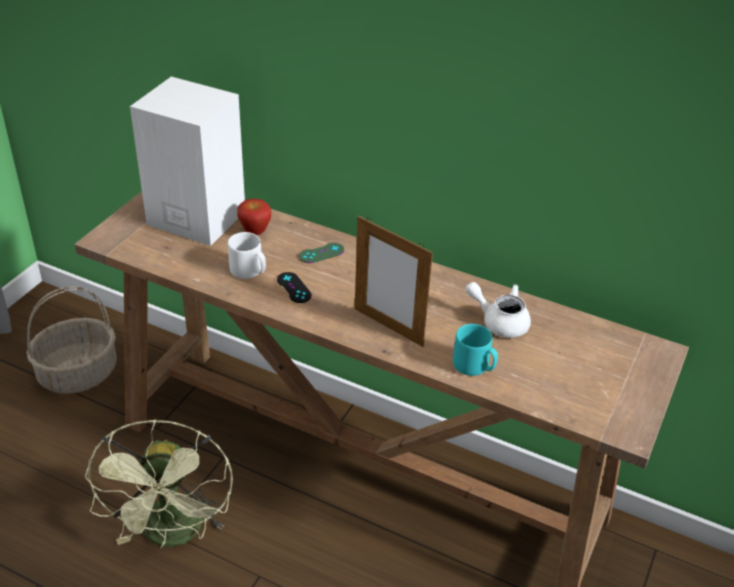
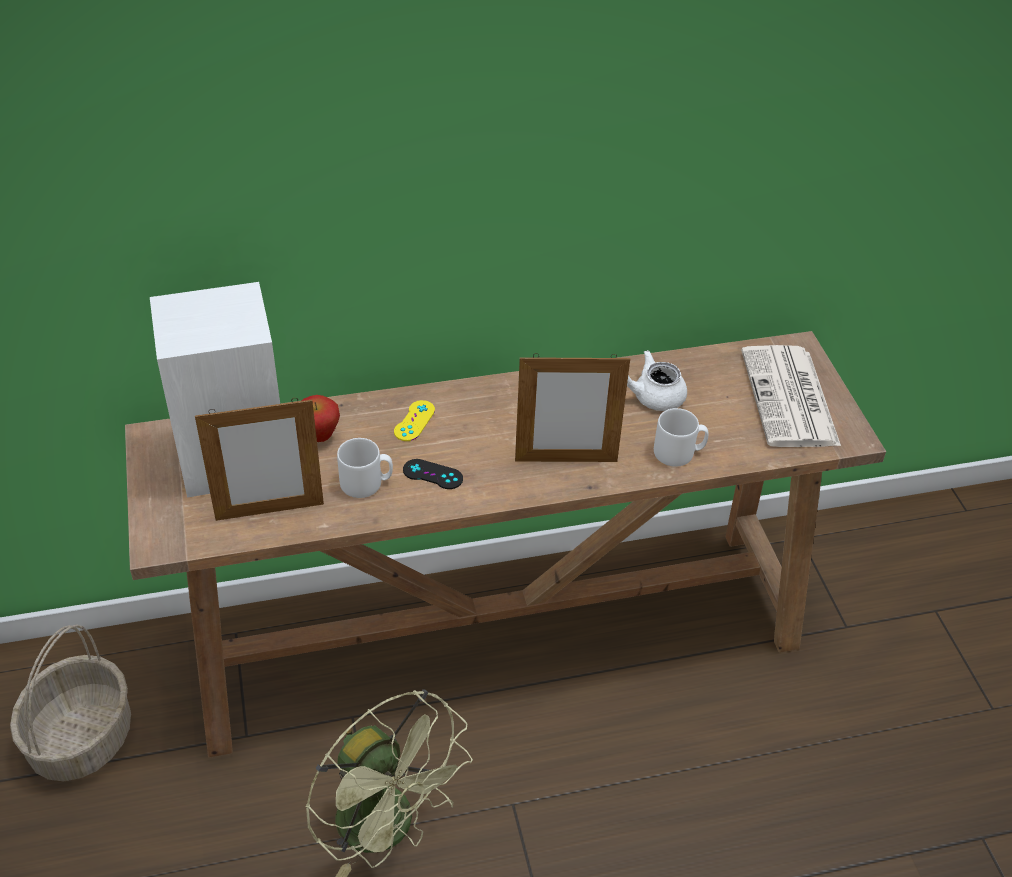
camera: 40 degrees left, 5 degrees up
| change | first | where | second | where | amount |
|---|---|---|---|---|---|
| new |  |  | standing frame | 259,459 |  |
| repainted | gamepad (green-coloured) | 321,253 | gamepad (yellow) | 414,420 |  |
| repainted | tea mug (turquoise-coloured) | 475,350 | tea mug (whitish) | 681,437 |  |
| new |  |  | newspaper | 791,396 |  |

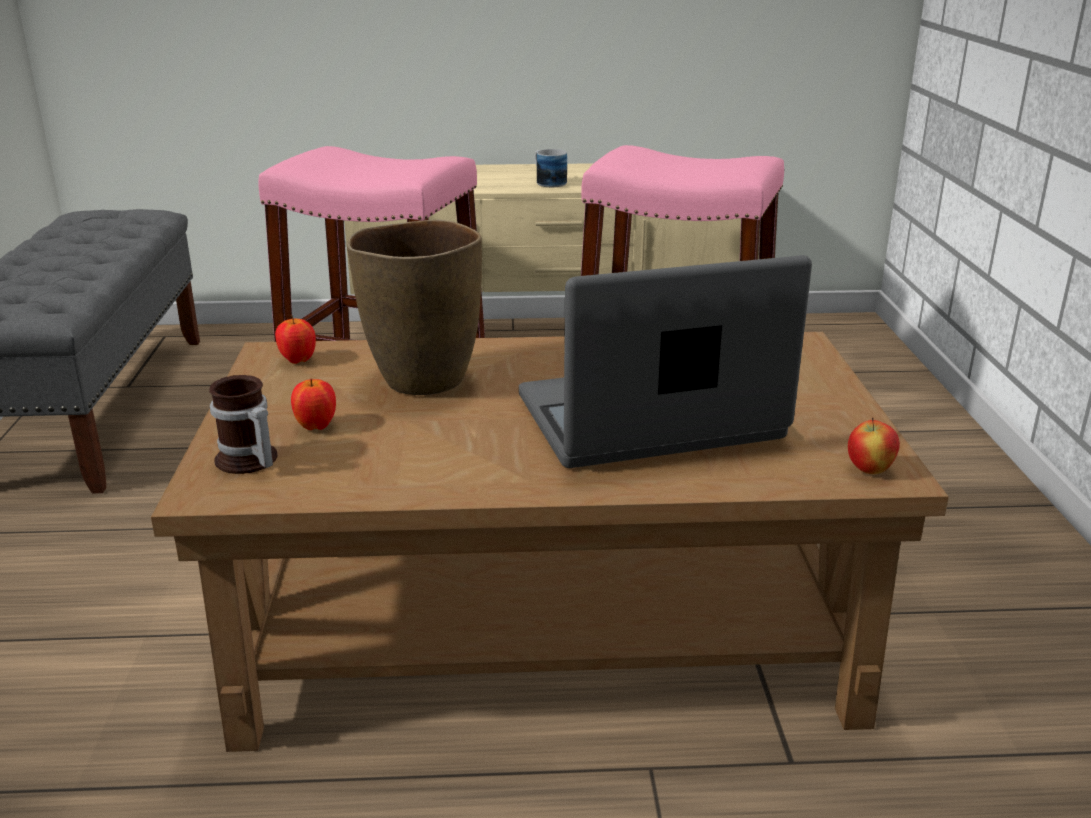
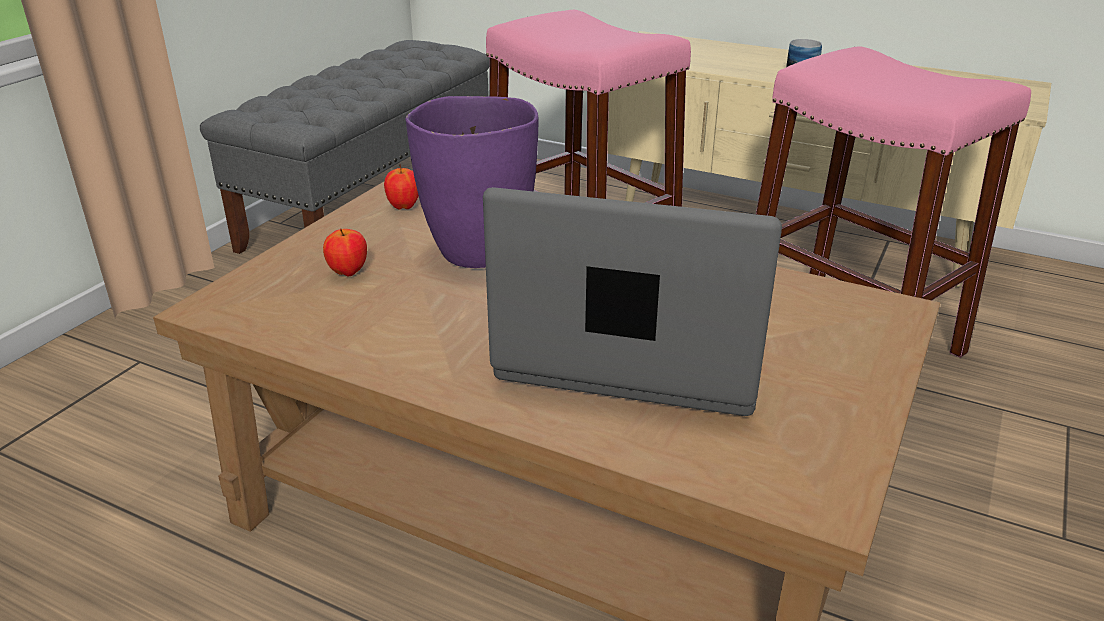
camera: 30 degrees right, 5 degrees up
| change | first | where | second | where | amount |
|---|---|---|---|---|---|
| repainted | flower vase (brown-coloured) | 414,307 | flower vase (purple) | 472,182 |  |
| gone | tea mug | 243,424 |  |  |  |
| gone | apple | 874,445 |  |  |  |

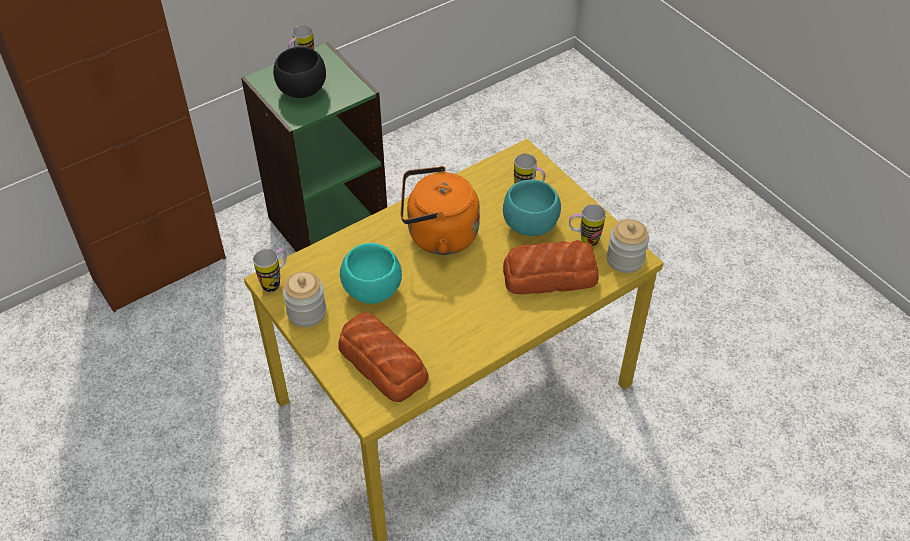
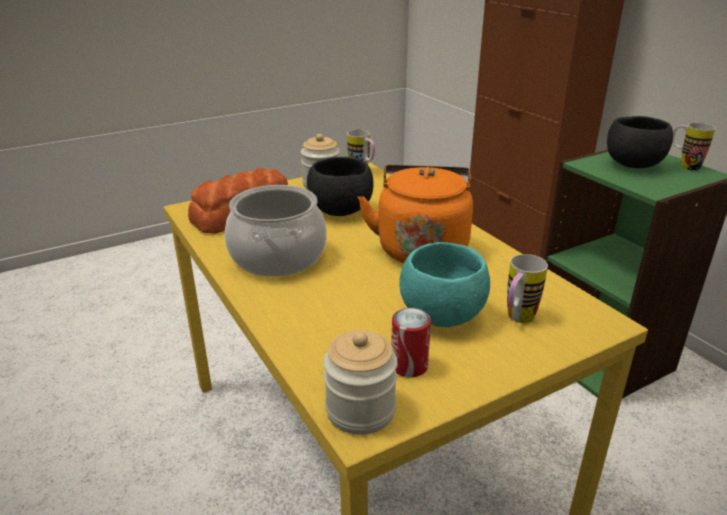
camera: 95 degrees right, 20 degrees down
| change | first | where | second | where | amount |
|---|---|---|---|---|---|
| new |  |  | cooking pot | 276,231 |  |
| repainted | bowl (turquoise-coloured) | 371,273 | bowl (blackish) | 340,186 |  |
| swapped | tea mug | 587,225 | metal can | 411,343 |  |
| gone | bakery bread | 551,267 |  |  |  |

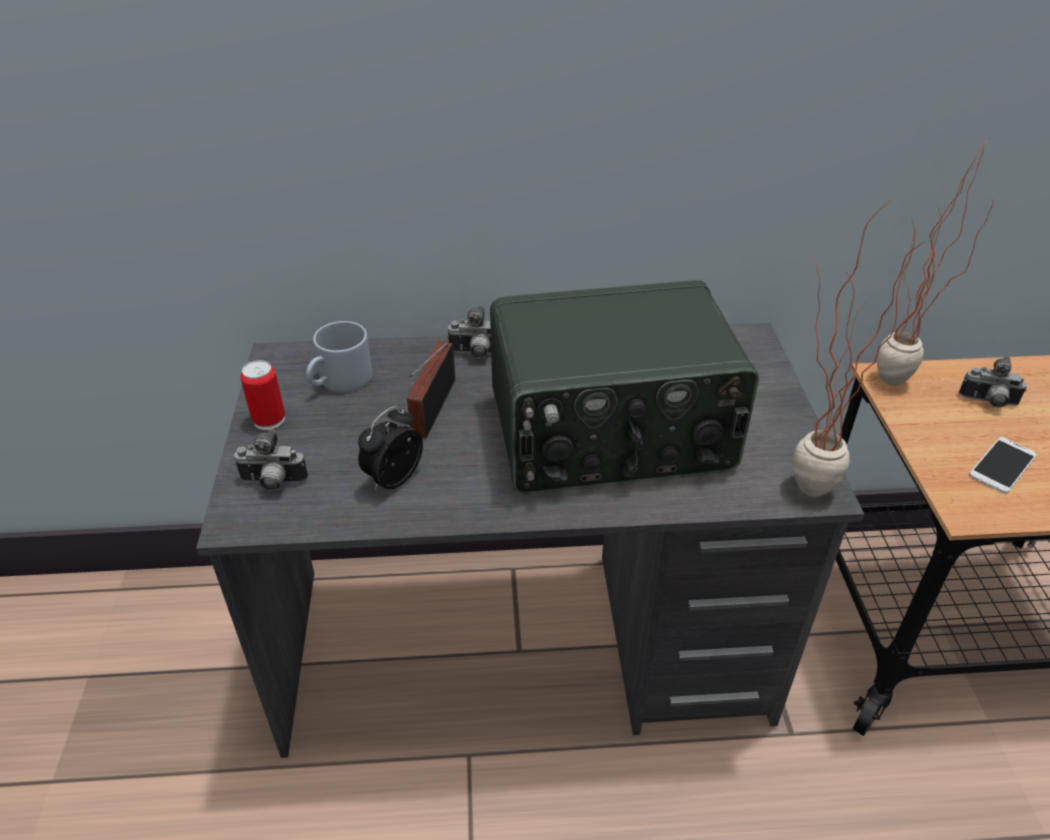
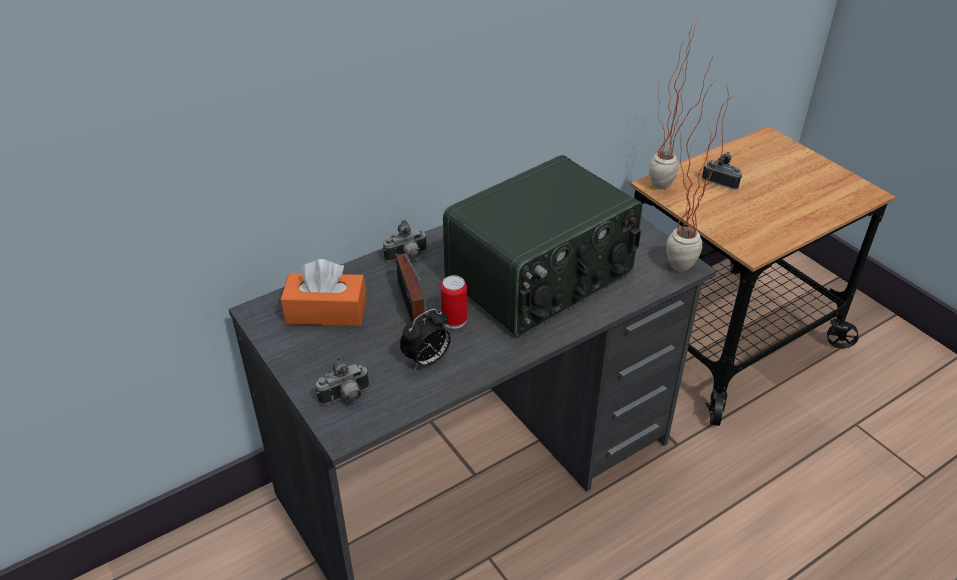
camera: 30 degrees left, 0 degrees up
| change | first | where | second | where | amount |
|---|---|---|---|---|---|
| swapped | tea mug (gray) | 339,356 | tissue box (orangey) | 323,292 |  |
| rotated | alarm clock | 390,448 |  | 425,339 | 135 degrees counterclockwise |
| shifted | metal can | 263,395 |  | 454,302 |  |
| rotated | still camera | 993,382 |  | 722,170 | 135 degrees counterclockwise |
| gone | handset | 1003,465 |  |  |  |

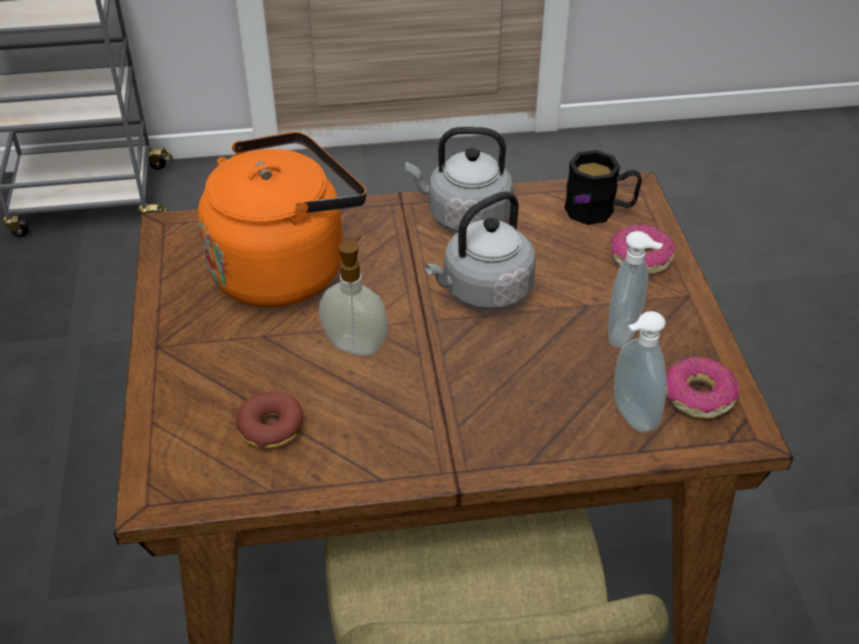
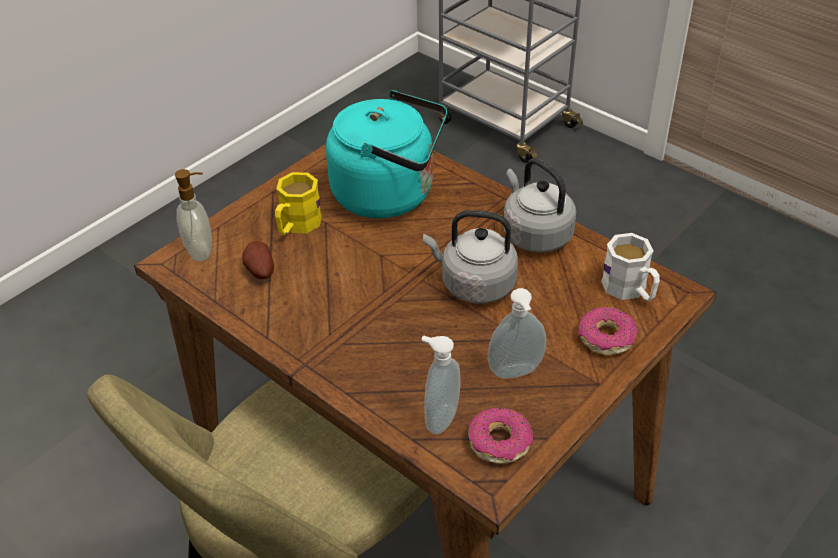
camera: 50 degrees right, 0 degrees up
| change | first | where | second | where | amount |
|---|---|---|---|---|---|
| shifted | liquid soap bottle | 353,296 |  | 193,215 |  |
| swapped | donut | 269,420 | whole potato | 258,260 |  |
| new |  |  | tea mug (yellow) | 298,203 |  |
| repainted | kettle (orangey) | 282,219 | kettle (turquoise-coloured) | 386,154 |  |
| repainted | tea mug (blackish) | 603,187 | tea mug (whitish) | 630,267 |  |

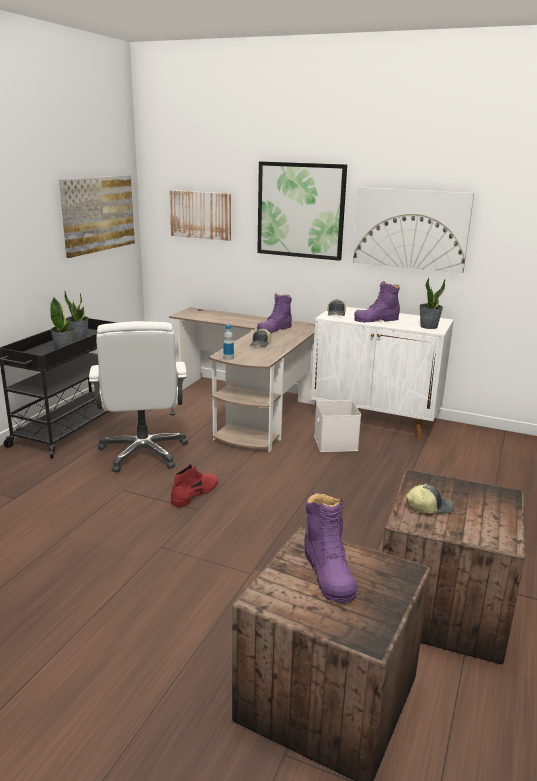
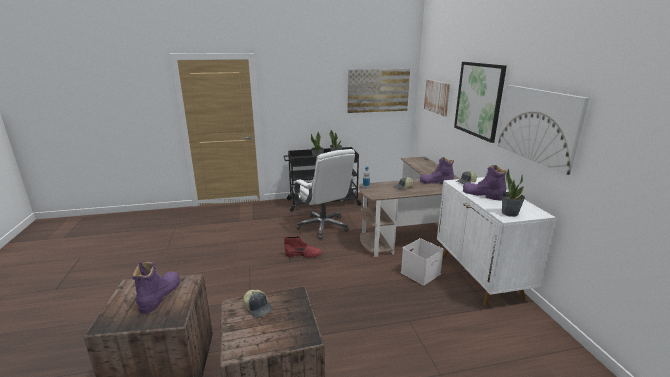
camera: 55 degrees right, 0 degrees up
| change | first | where | second | where | amount |
|---|---|---|---|---|---|
| rotated | boot (purple) | 331,547 |  | 156,287 | 150 degrees clockwise |
| rotated | desk chair (whitish) | 138,397 |  | 324,194 | 75 degrees counterclockwise |

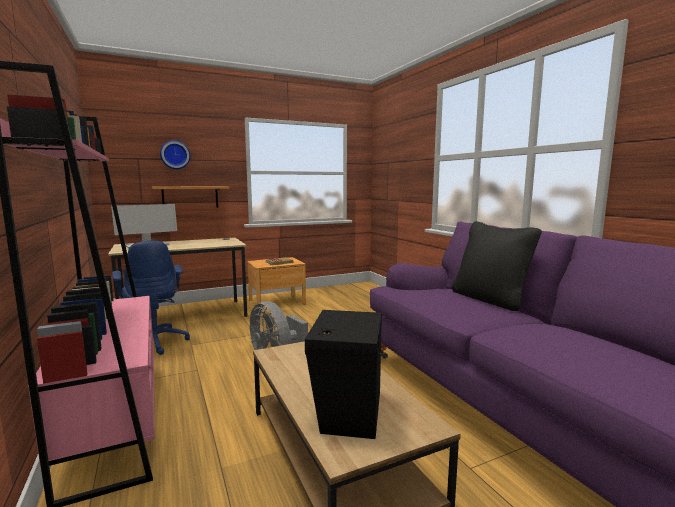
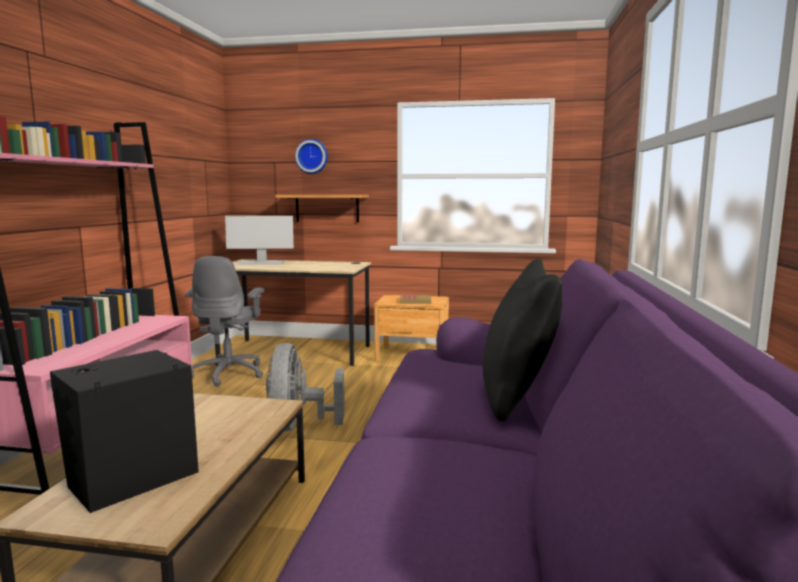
camera: 35 degrees right, 0 degrees up
| change | first | where | second | where | amount |
|---|---|---|---|---|---|
| repainted | desk chair (bluish) | 151,298 | desk chair (gray) | 224,321 |  |

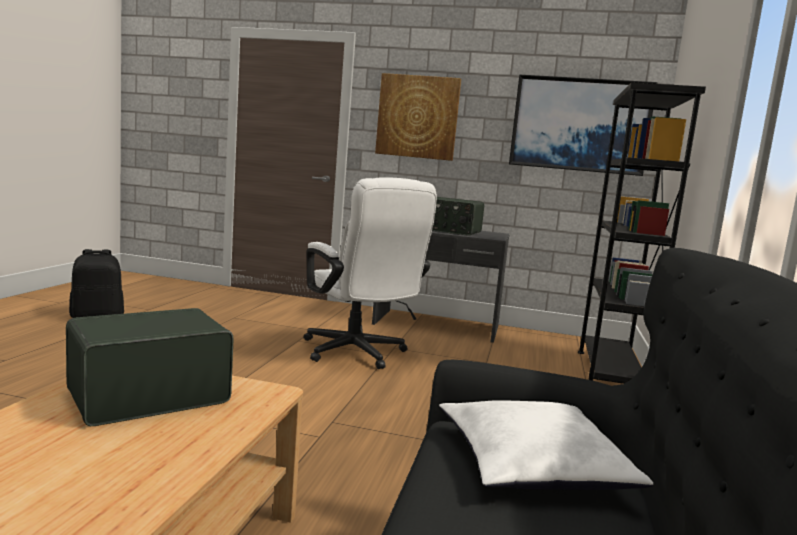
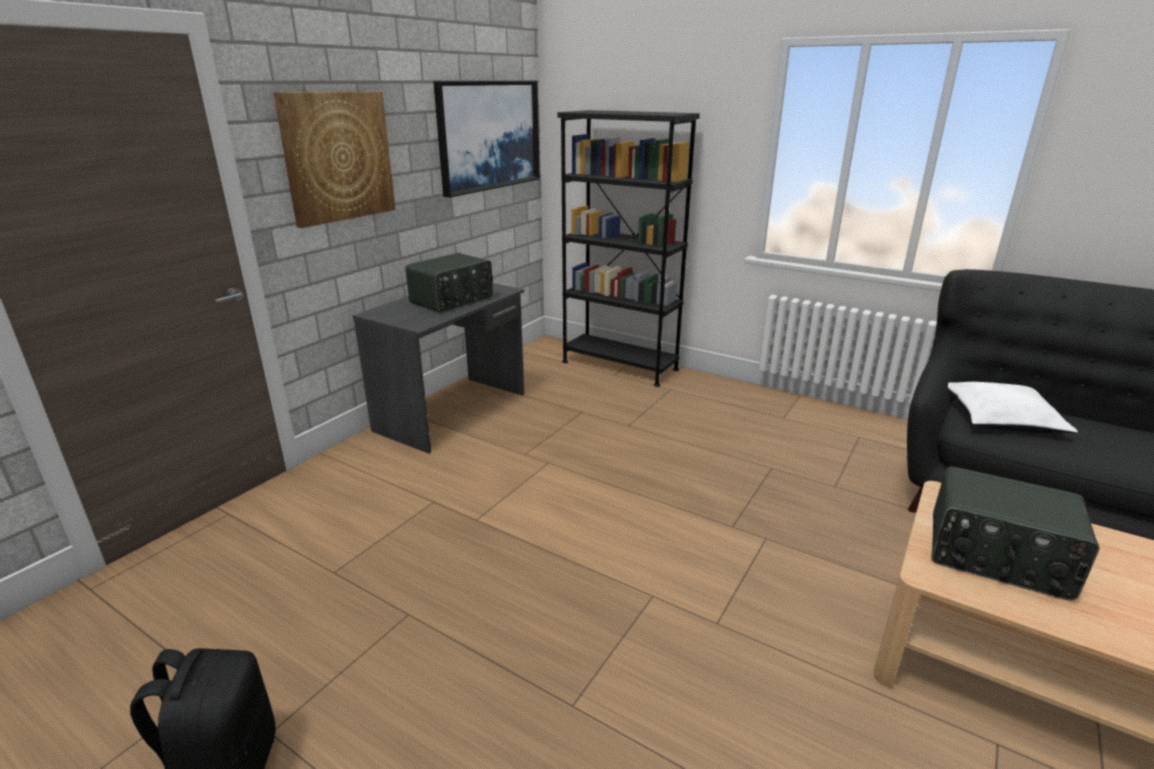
camera: 70 degrees left, 15 degrees up
| change | first | where | second | where | amount |
|---|---|---|---|---|---|
| rotated | radio | 149,367 |  | 1015,534 | 45 degrees counterclockwise |
| gone | desk chair (whitish) | 370,273 |  |  |  |

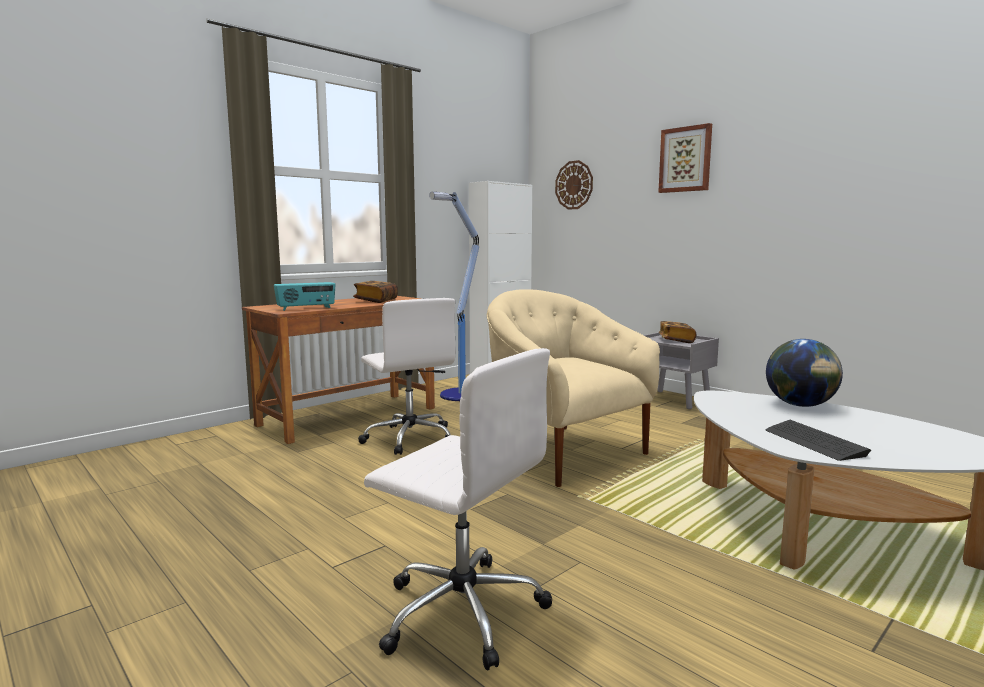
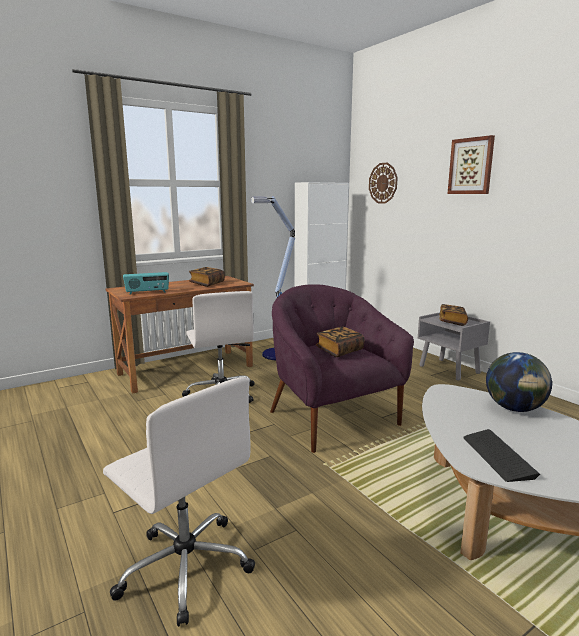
camera: 10 degrees right, 5 degrees up
| change | first | where | second | where | amount |
|---|---|---|---|---|---|
| repainted | easy chair (sand-coloured) | 573,388 | easy chair (purple) | 342,369 |  |
| new |  |  | volume | 340,341 |  |

